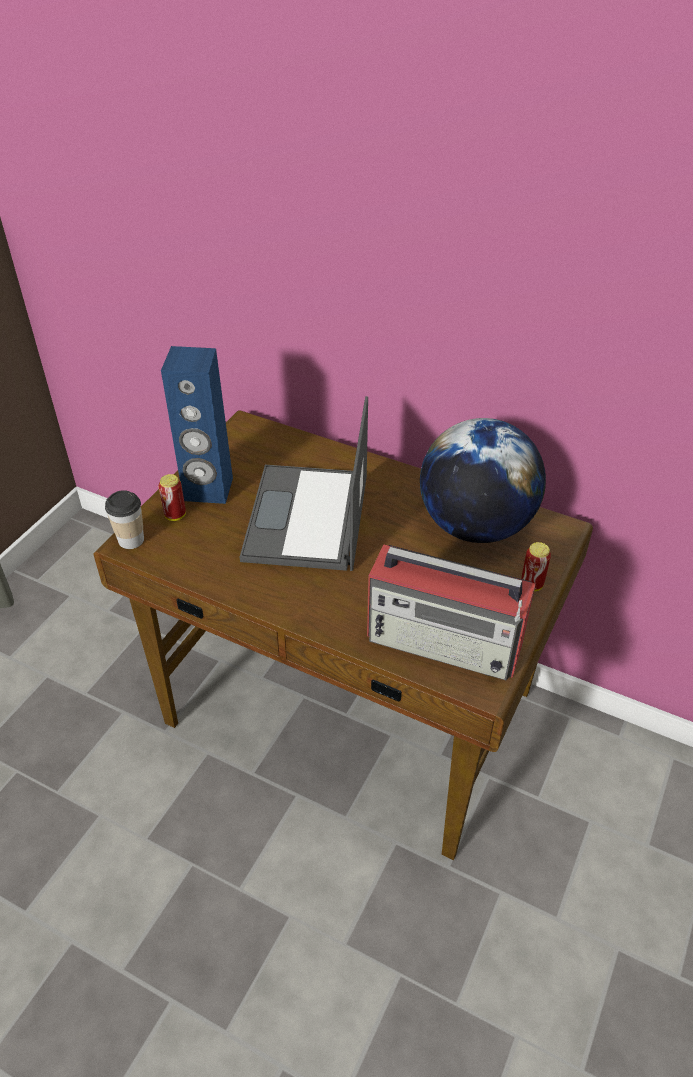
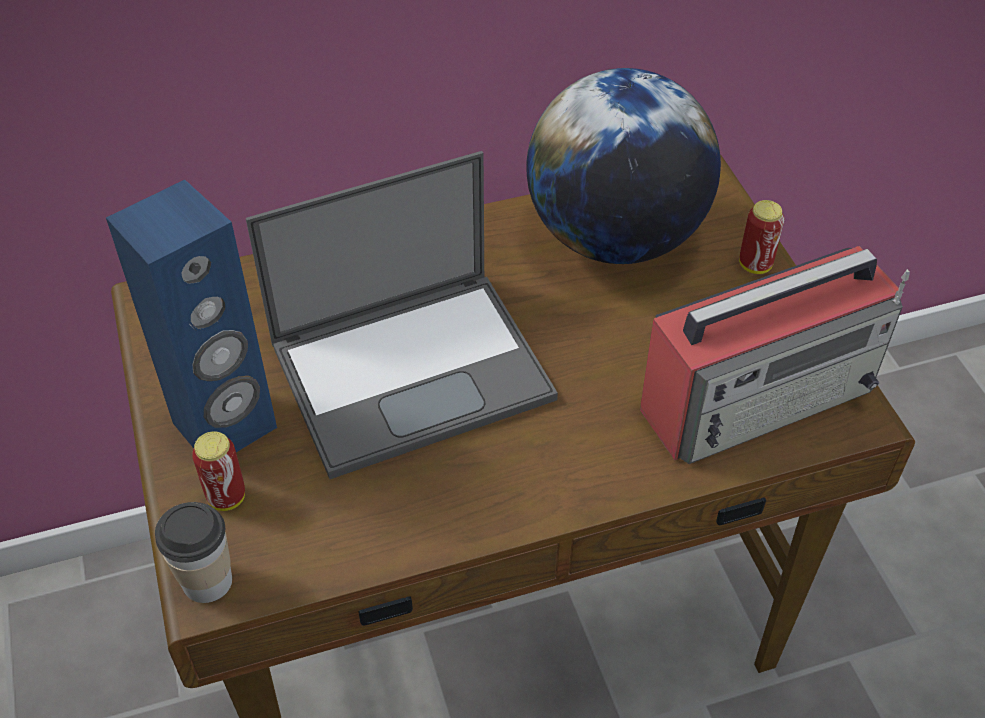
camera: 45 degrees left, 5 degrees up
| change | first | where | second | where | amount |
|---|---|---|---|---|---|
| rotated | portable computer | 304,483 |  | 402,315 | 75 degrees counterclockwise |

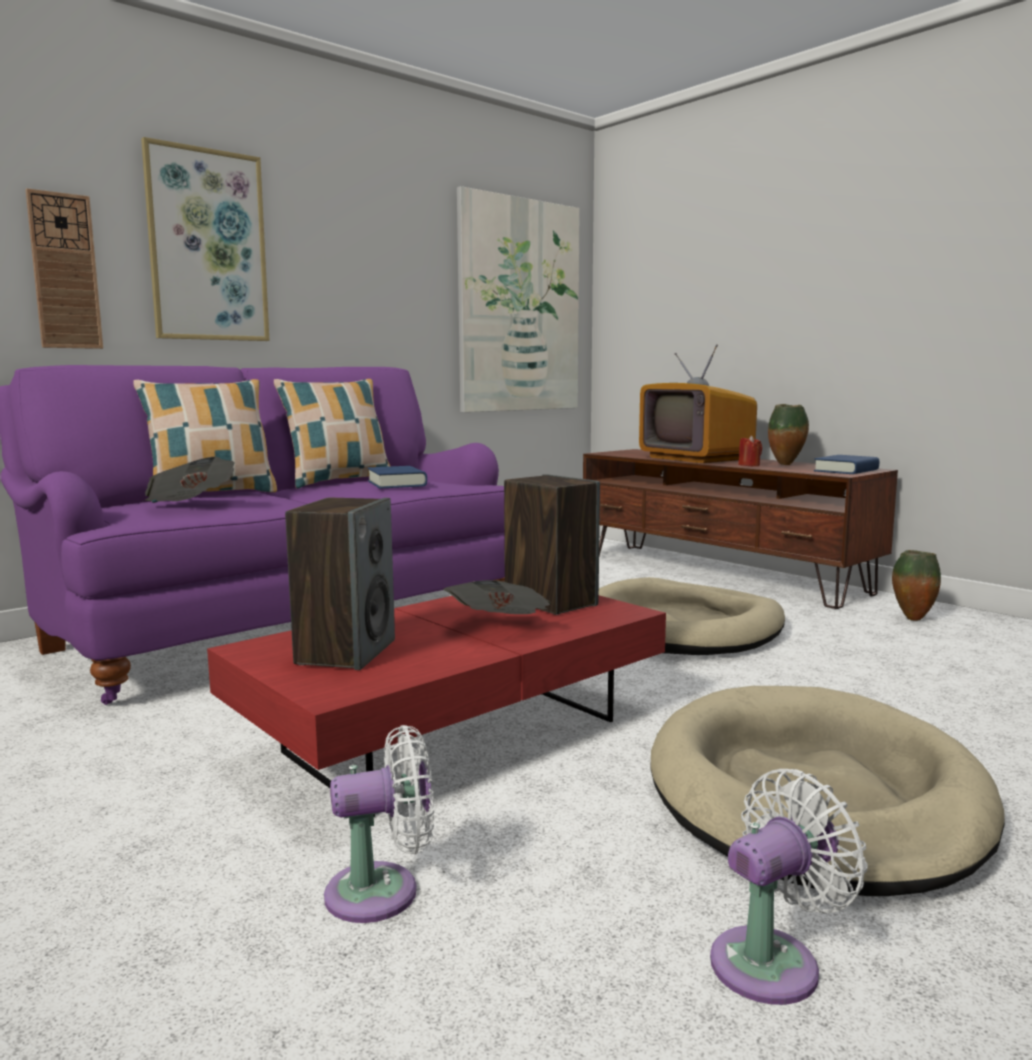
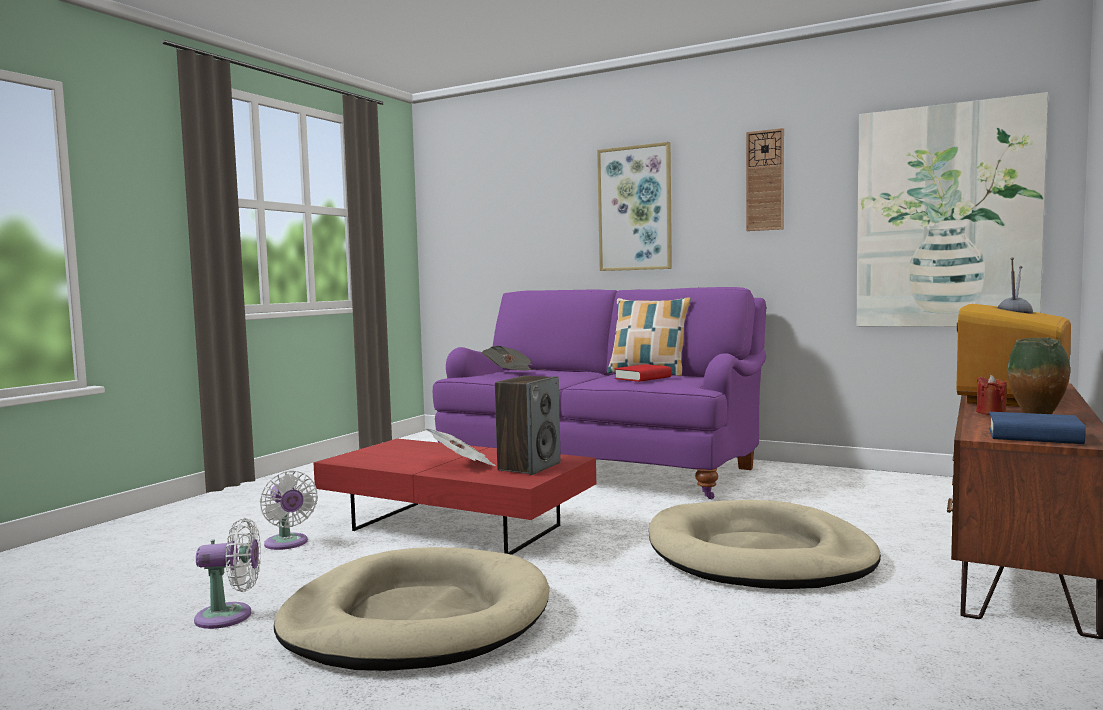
camera: 70 degrees right, 5 degrees down
| change | first | where | second | where | amount |
|---|---|---|---|---|---|
| rotated | fan (whitish) | 789,887 |  | 227,573 | 45 degrees counterclockwise |
| repainted | volume (bluish) | 397,477 | volume (red-coloured) | 643,373 |  |
| shifted | clock on the wall | 64,268 |  | 765,179 |  |
| gone | throw pillow | 205,441 |  |  |  |
| gone | loudspeaker | 340,584 |  |  |  |
| gone | flower vase | 916,585 |  |  |  |

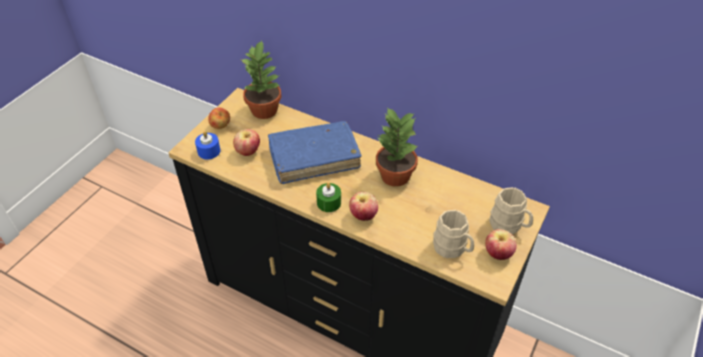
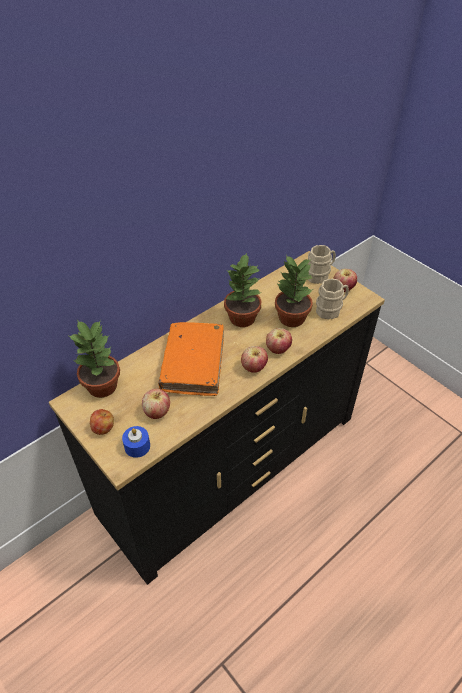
camera: 70 degrees left, 0 degrees up
| change | first | where | second | where | amount |
|---|---|---|---|---|---|
| repainted | volume (bluish) | 314,152 | volume (orangey) | 191,359 |  |
| swapped | wax light (green-coloured) | 328,197 | apple | 254,359 |  |
| new |  |  | houseplant | 294,291 |  |

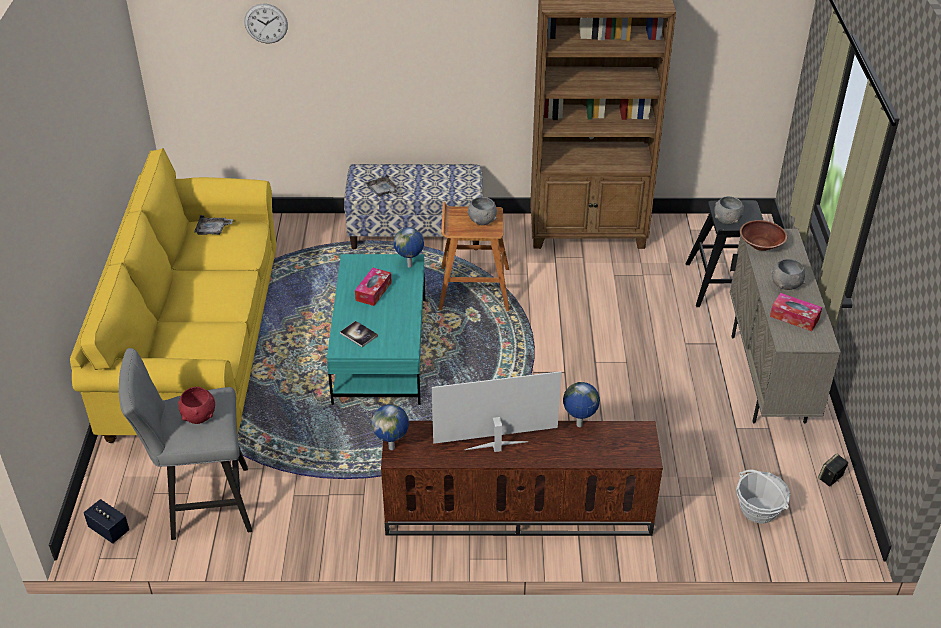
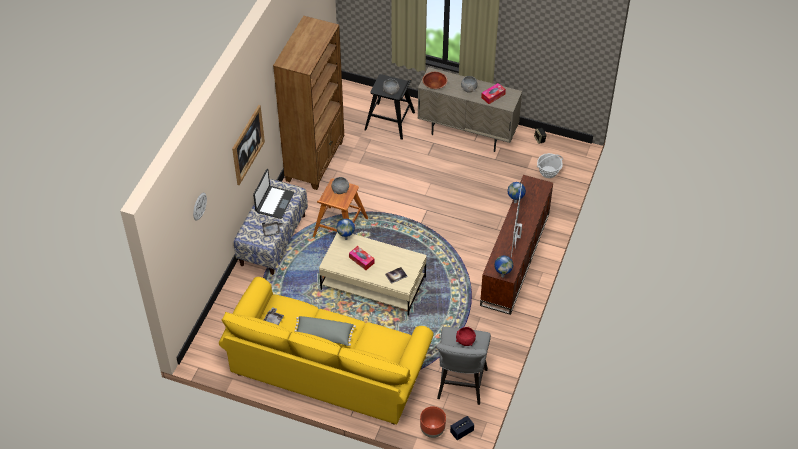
camera: 70 degrees left, 10 degrees up
| change | first | where | second | where | amount |
|---|---|---|---|---|---|
| new |  |  | picture | 248,145 |  |
| new |  |  | portable computer | 273,194 |  |
| new |  |  | throw pillow (gray) | 325,331 |  |
| repainted | lounge table (turquoise-coloured) | 376,329 | lounge table (sand-coloured) | 373,274 |  |
| new |  |  | planter (brown-coloured) | 433,422 |  |

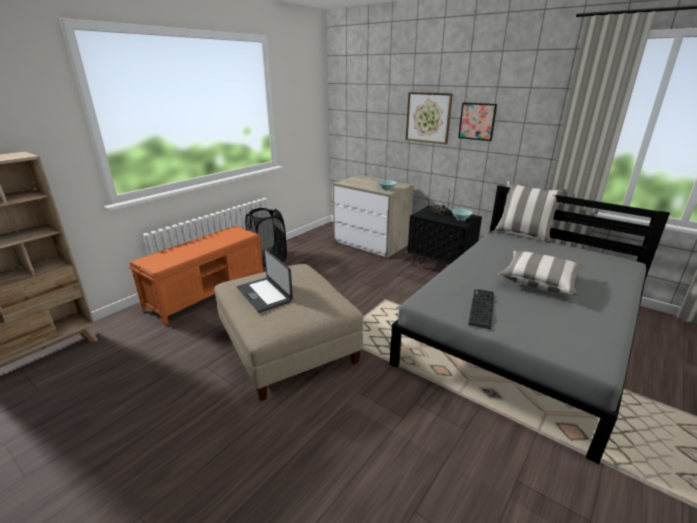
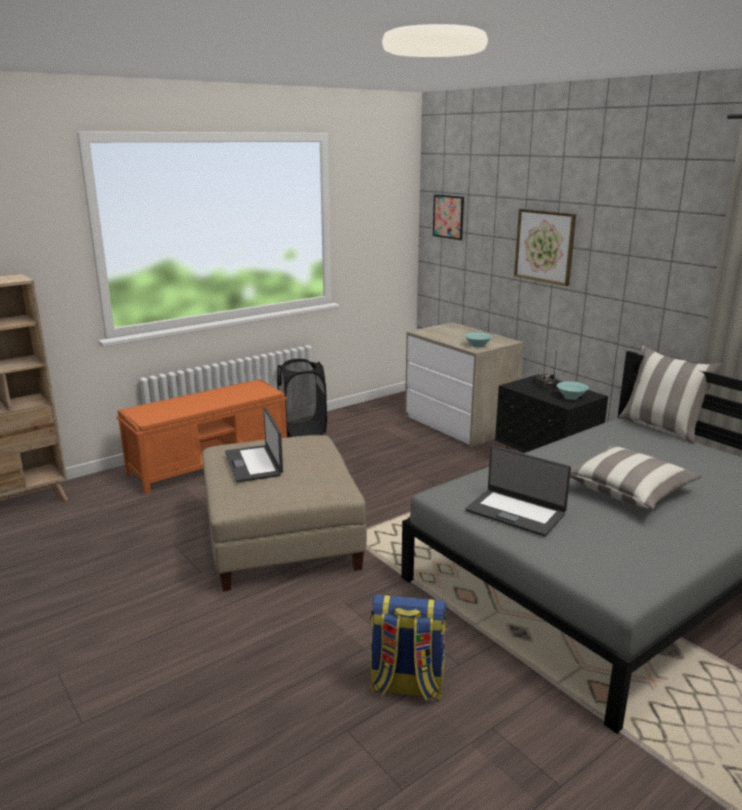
camera: 15 degrees right, 5 degrees down
| change | first | where | second | where | amount |
|---|---|---|---|---|---|
| new |  |  | rucksack | 408,647 |  |
| shifted | picture | 477,121 |  | 448,217 |  |
| swapped | PC keyboard | 481,309 | portable computer | 518,491 |  |

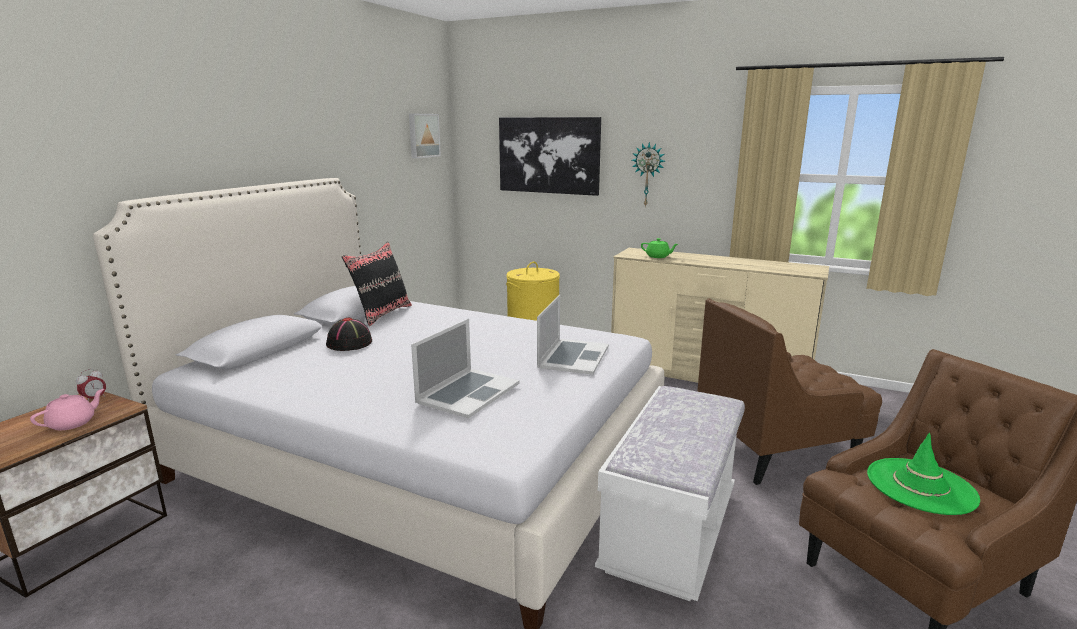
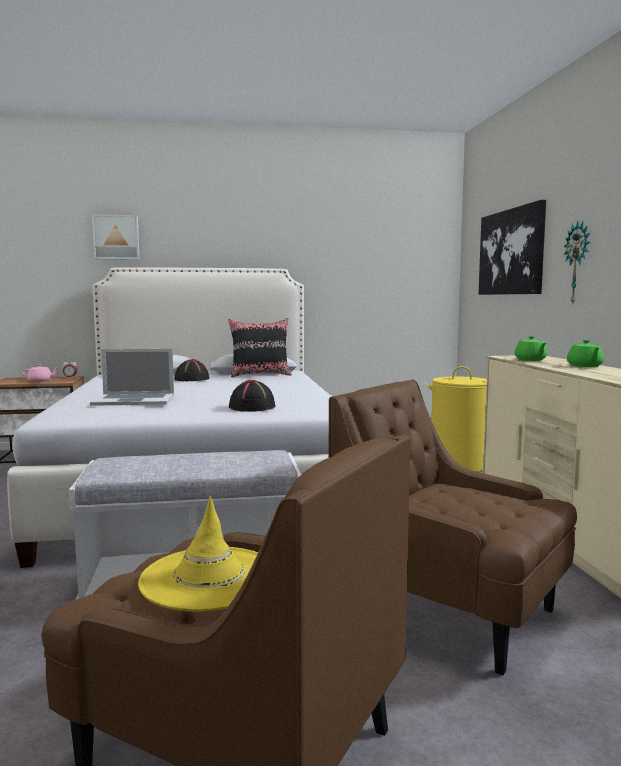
camera: 55 degrees right, 10 degrees down
| change | first | where | second | where | amount |
|---|---|---|---|---|---|
| shifted | picture | 425,136 |  | 115,237 |  |
| repainted | clothing hat (green-coloured) | 923,474 | clothing hat (yellow) | 198,554 |  |
| swapped | portable computer | 573,335 | clothing hat (blackish) | 252,396 |  |
| new |  |  | teapot (green-coloured) | 585,353 |  |

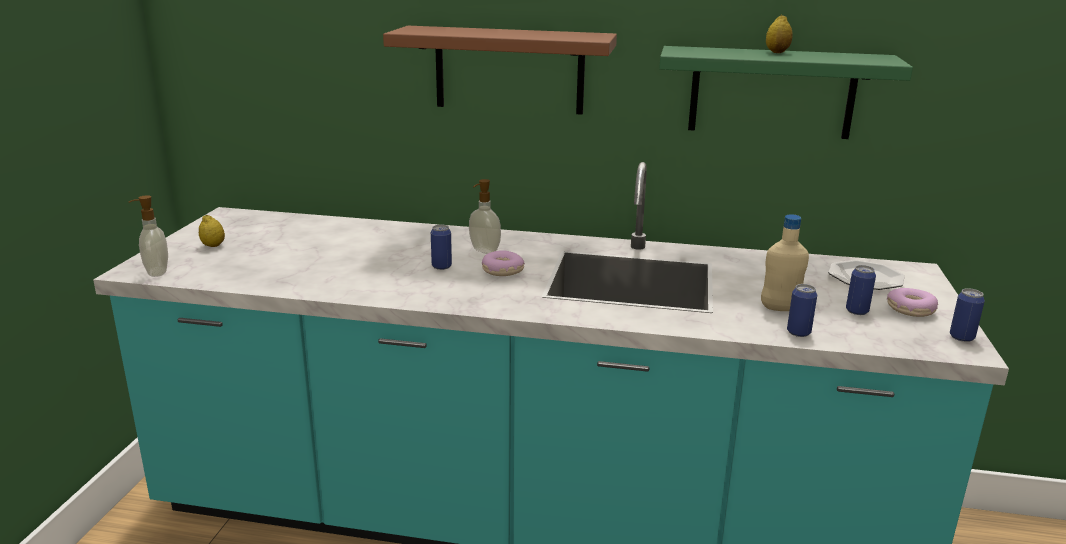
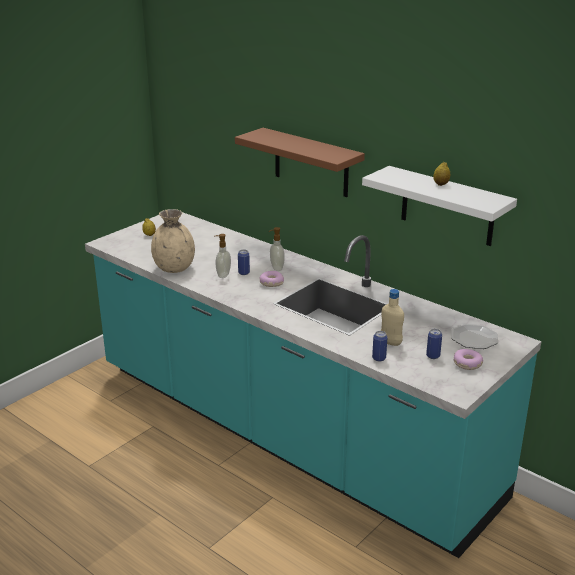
camera: 30 degrees right, 5 degrees up
| change | first | where | second | where | amount |
|---|---|---|---|---|---|
| new |  |  | flower vase (sand-coloured) | 173,241 |  |
| shifted | liquid soap bottle | 148,236 |  | 222,256 |  |
| repainted | wall shelf (green-coloured) | 786,92 | wall shelf (whitish) | 439,206 |  |
| gone | metal can | 967,315 |  |  |  |

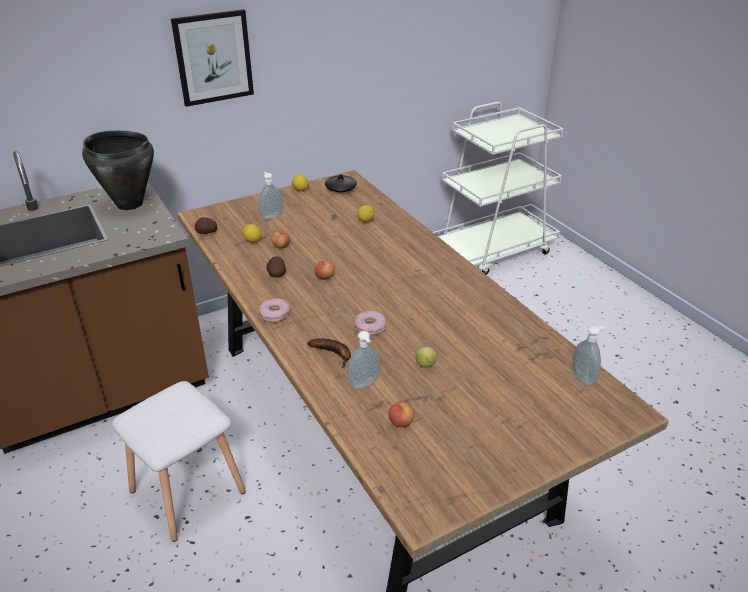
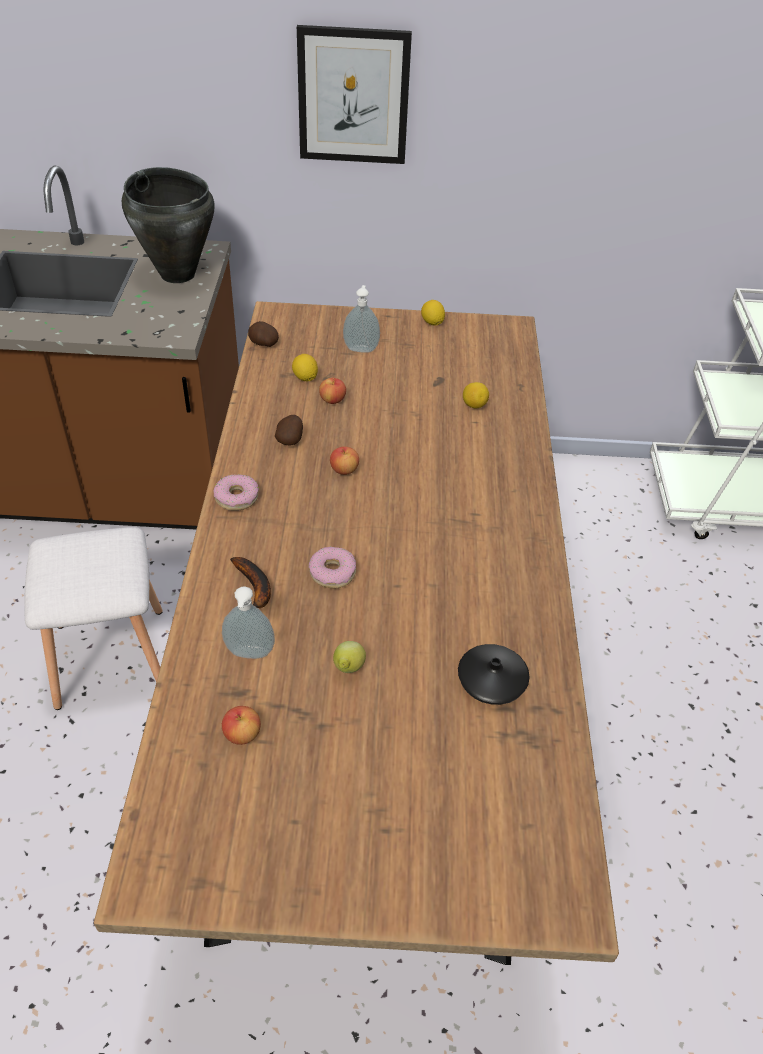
camera: 30 degrees right, 10 degrees up
| change | first | where | second | where | amount |
|---|---|---|---|---|---|
| shifted | flower vase (blackish) | 341,183 |  | 494,674 |  |
| gone | liquid soap bottle | 588,355 |  |  |  |

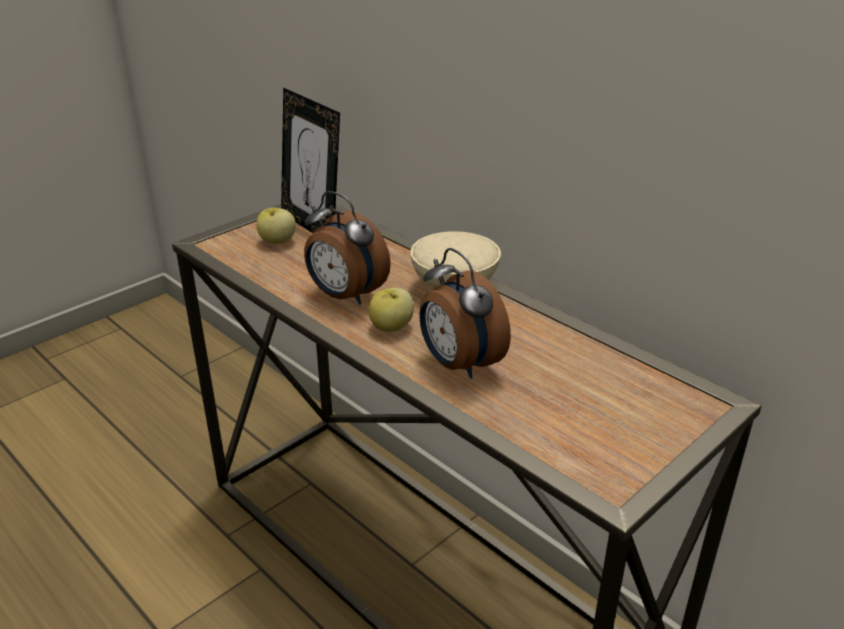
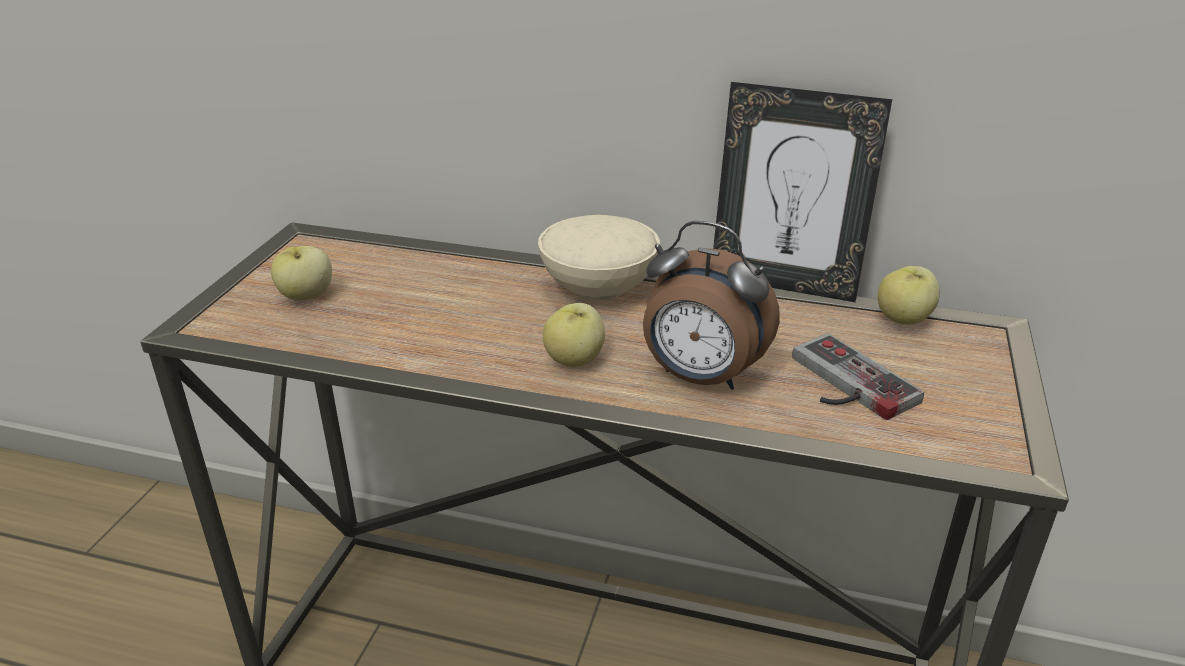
camera: 30 degrees left, 0 degrees up
| change | first | where | second | where | amount |
|---|---|---|---|---|---|
| shifted | standing frame | 310,160 |  | 802,192 |  |
| new |  |  | gamepad | 858,376 |  |
| new |  |  | apple | 908,295 |  |
| gone | alarm clock | 347,248 |  |  |  |

